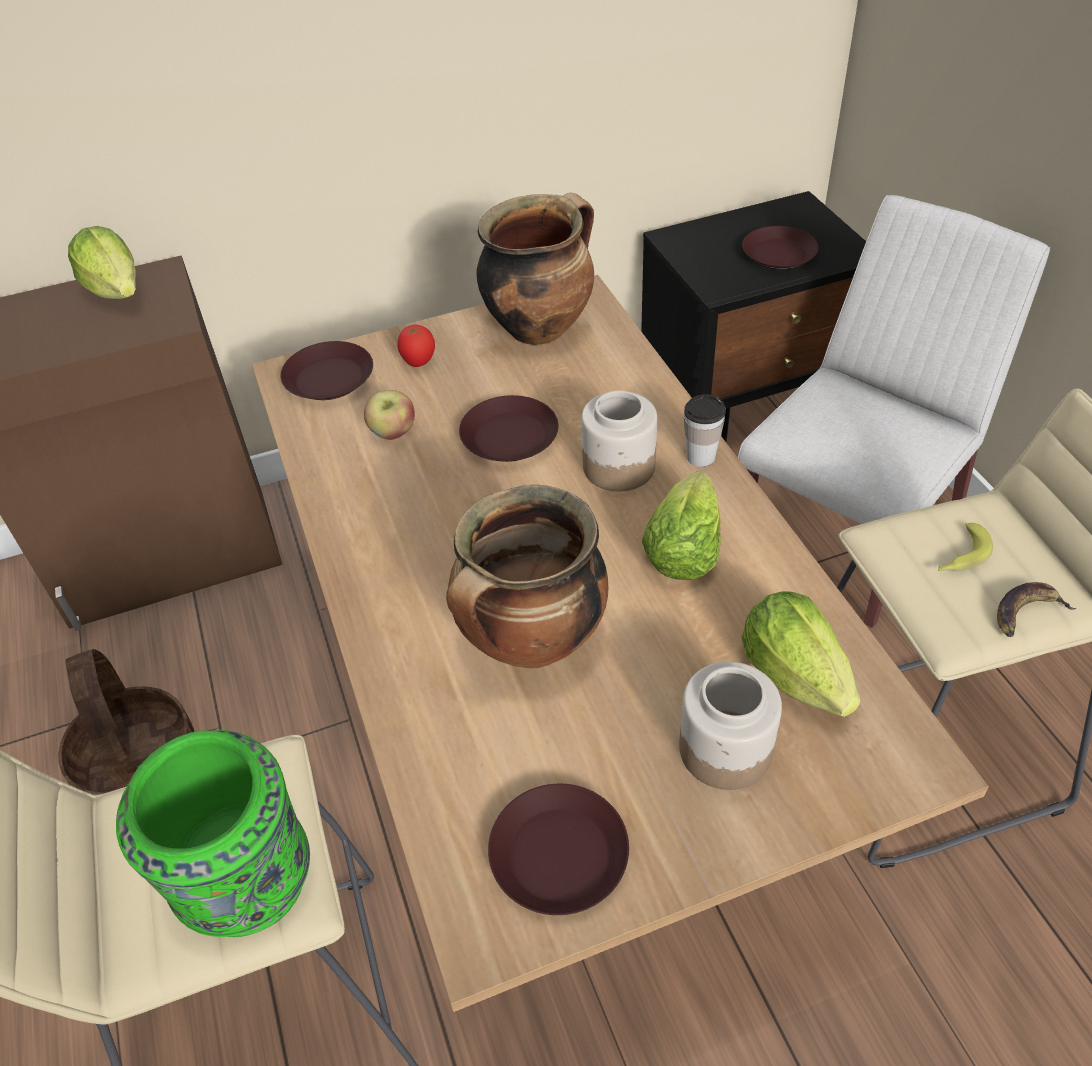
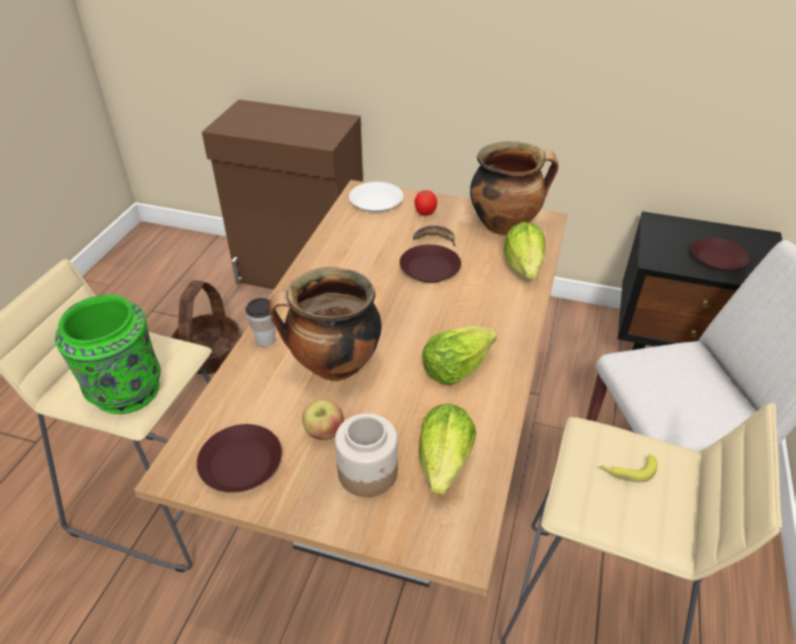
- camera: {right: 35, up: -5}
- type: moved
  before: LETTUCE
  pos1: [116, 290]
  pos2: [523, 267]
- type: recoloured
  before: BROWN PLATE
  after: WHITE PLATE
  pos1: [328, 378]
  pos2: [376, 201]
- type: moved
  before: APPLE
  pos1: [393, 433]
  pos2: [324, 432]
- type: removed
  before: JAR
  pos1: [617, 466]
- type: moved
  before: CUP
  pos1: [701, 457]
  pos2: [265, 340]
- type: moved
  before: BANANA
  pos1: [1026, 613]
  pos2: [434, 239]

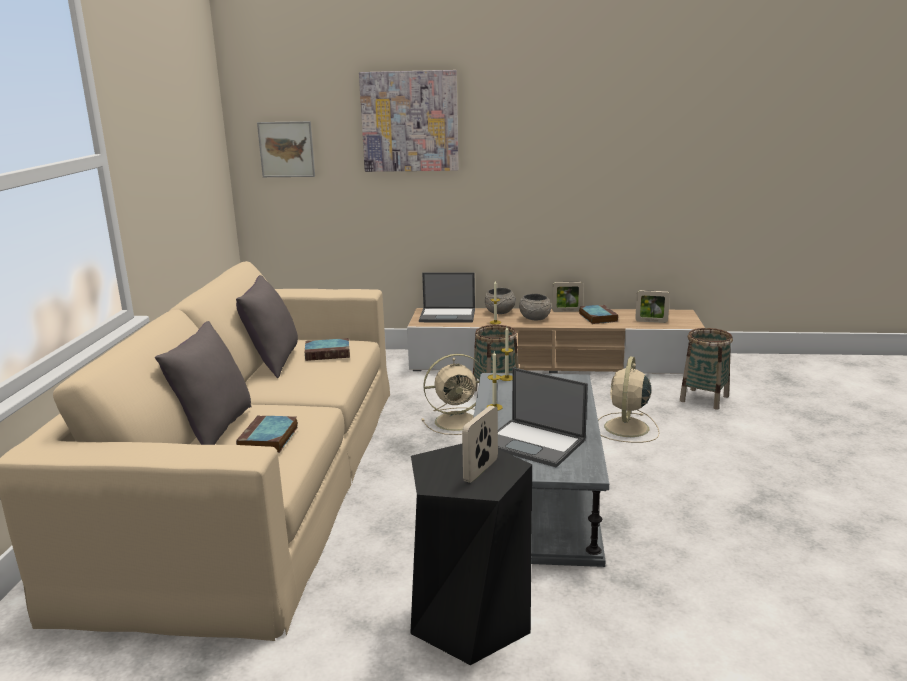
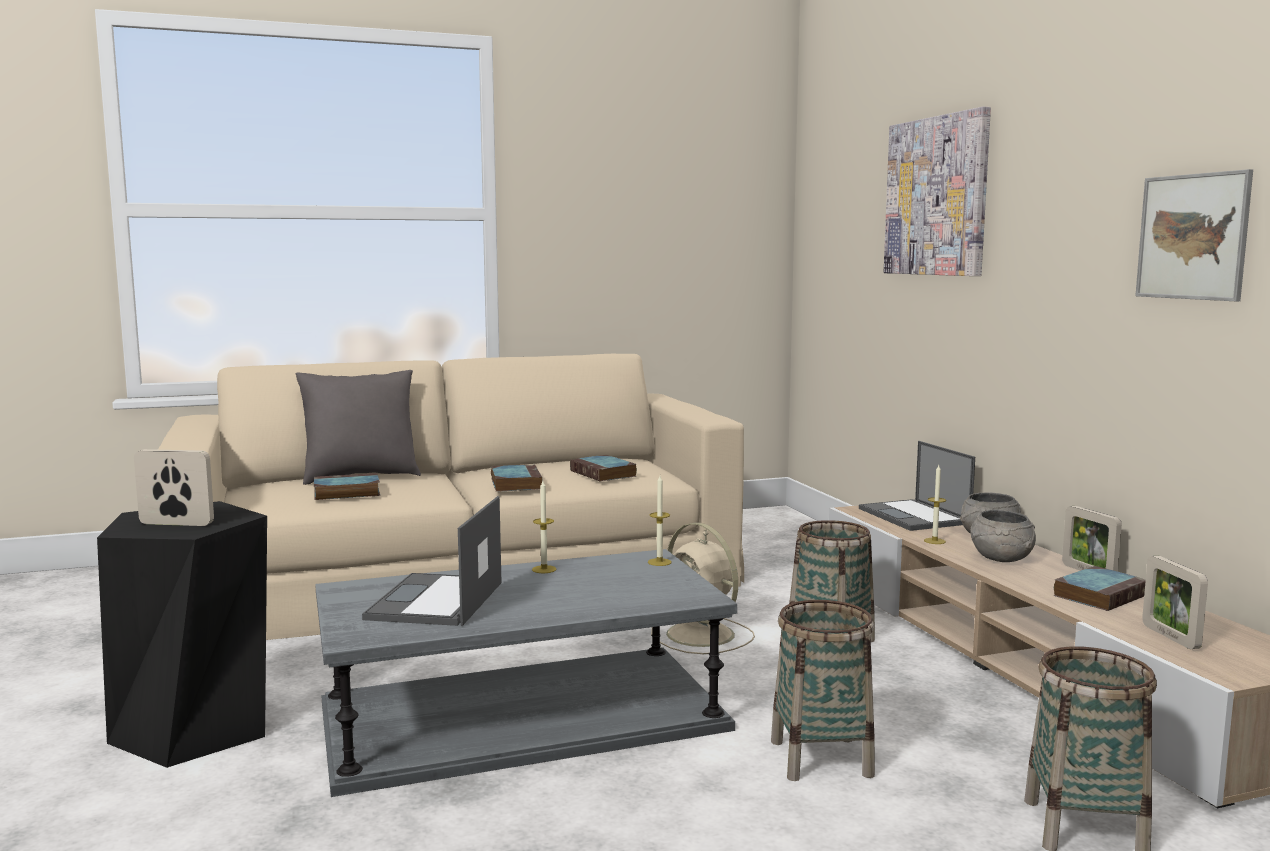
- camera: {right: 65, up: -10}
- type: moved
  before: PICTURE
  pos1: [286, 149]
  pos2: [1192, 237]
- type: removed
  before: GREY PILLOW
  pos1: [272, 362]
- type: replaced
  before: BEIGE FAN
  after: BASKET
  pos1: [626, 428]
  pos2: [820, 758]
- type: added
  after: BOOK
  pos2: [515, 483]

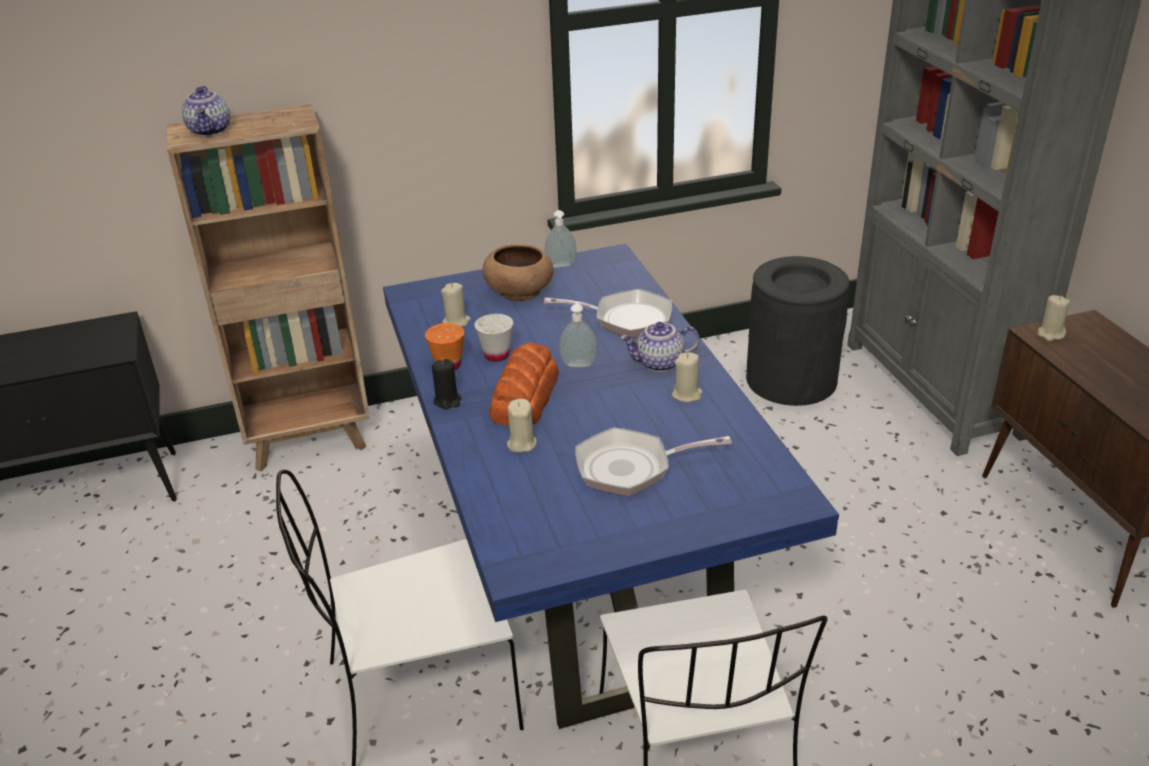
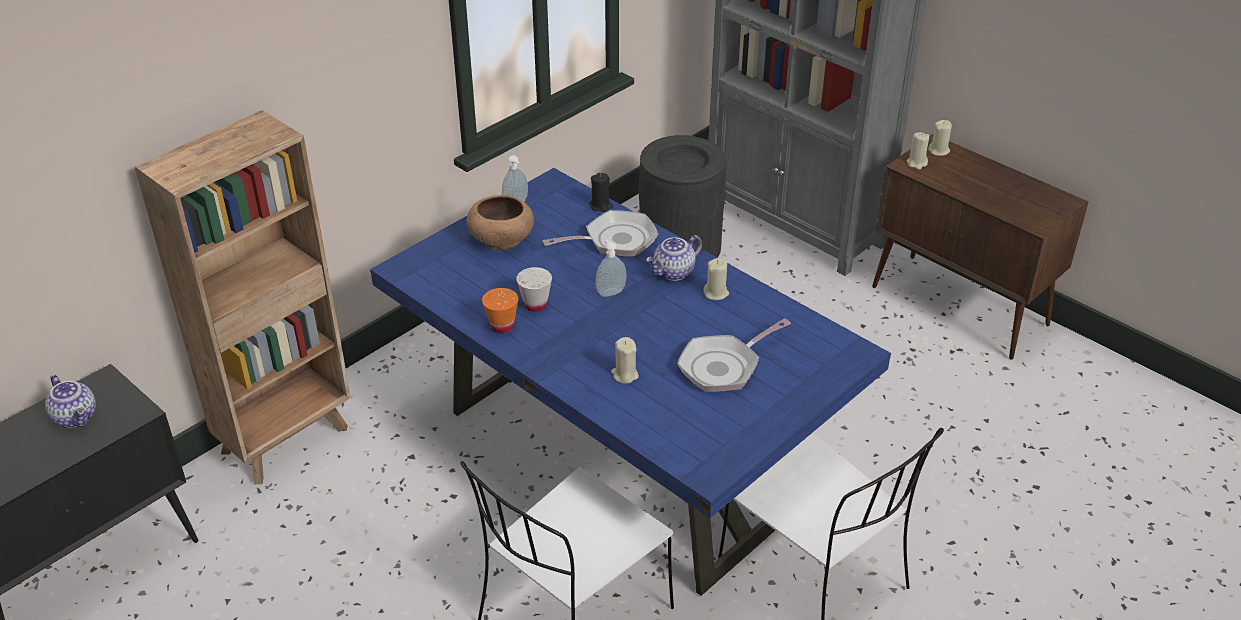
- camera: {right: -30, up: 5}
- type: moved
  before: TEAPOT
  pos1: [211, 131]
  pos2: [77, 417]
- type: moved
  before: BEIGE CANDLE
  pos1: [456, 321]
  pos2: [939, 151]
- type: removed
  before: BREAD
  pos1: [524, 397]
- type: moved
  before: BLACK CANDLE
  pos1: [447, 401]
  pos2: [601, 206]

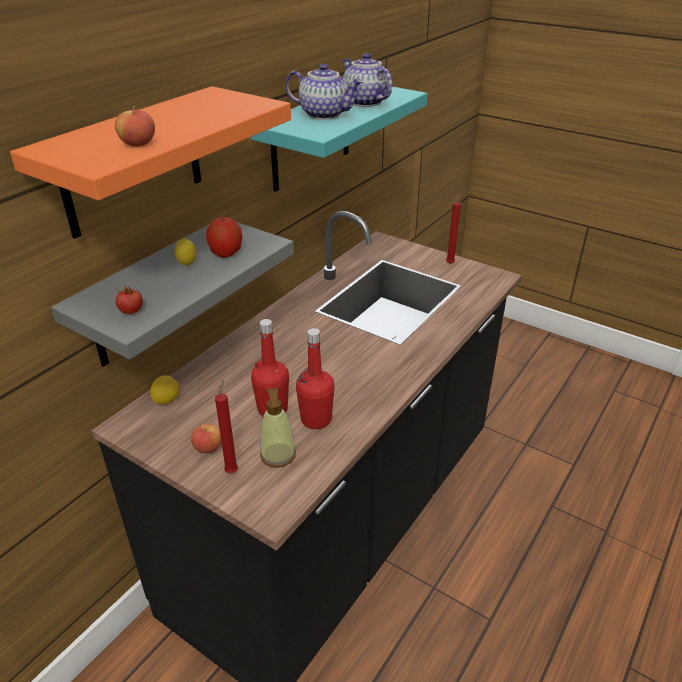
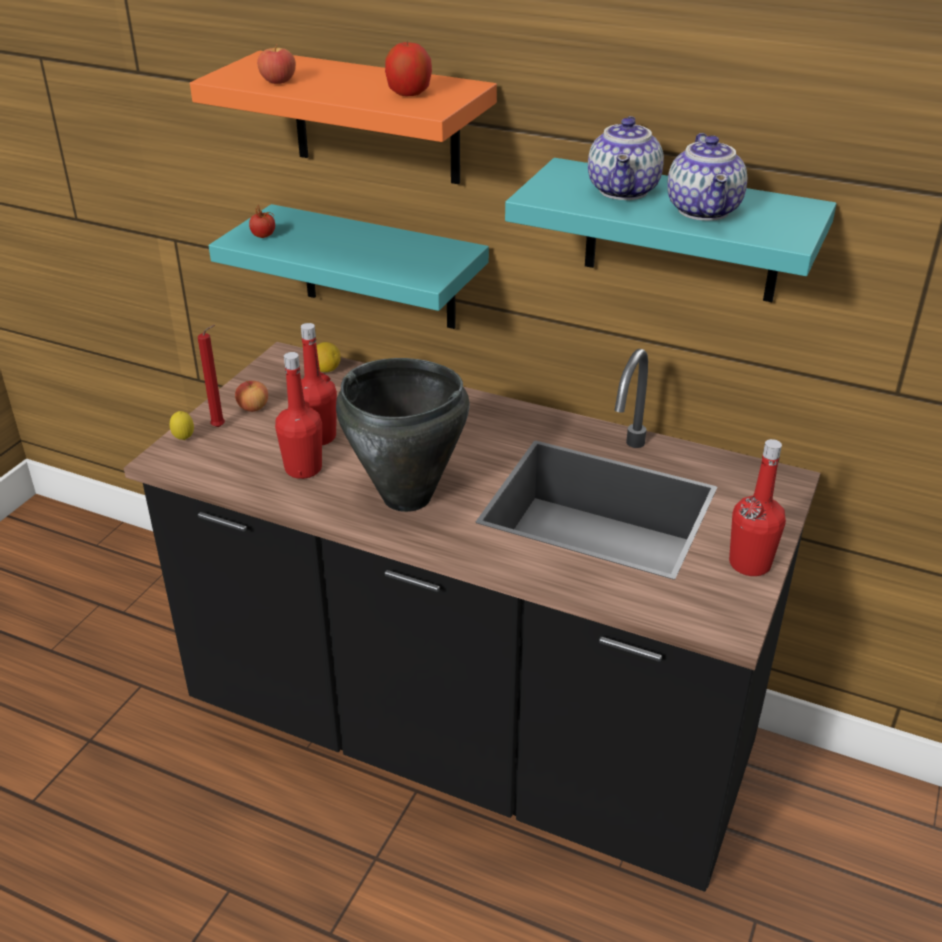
- camera: {right: 80, up: 0}
- type: turned
  before: TEAPOT
  pos1: [364, 102]
  pos2: [705, 211]
  turn: 135
- type: replaced
  before: RED CANDLE
  after: RED BOTTLE
  pos1: [450, 263]
  pos2: [749, 564]
- type: moved
  before: APPLE
  pos1: [226, 253]
  pos2: [409, 94]
- type: recoloured
  before: GREY SHELF
  after: TURQUOISE SHELF
  pos1: [153, 294]
  pos2: [378, 268]
- type: moved
  before: LEMON
  pos1: [187, 265]
  pos2: [184, 439]
- type: removed
  before: SOAP DISPENSER
  pos1: [278, 455]
- type: added
  after: BLACK COOKING POT
  pos2: [407, 497]

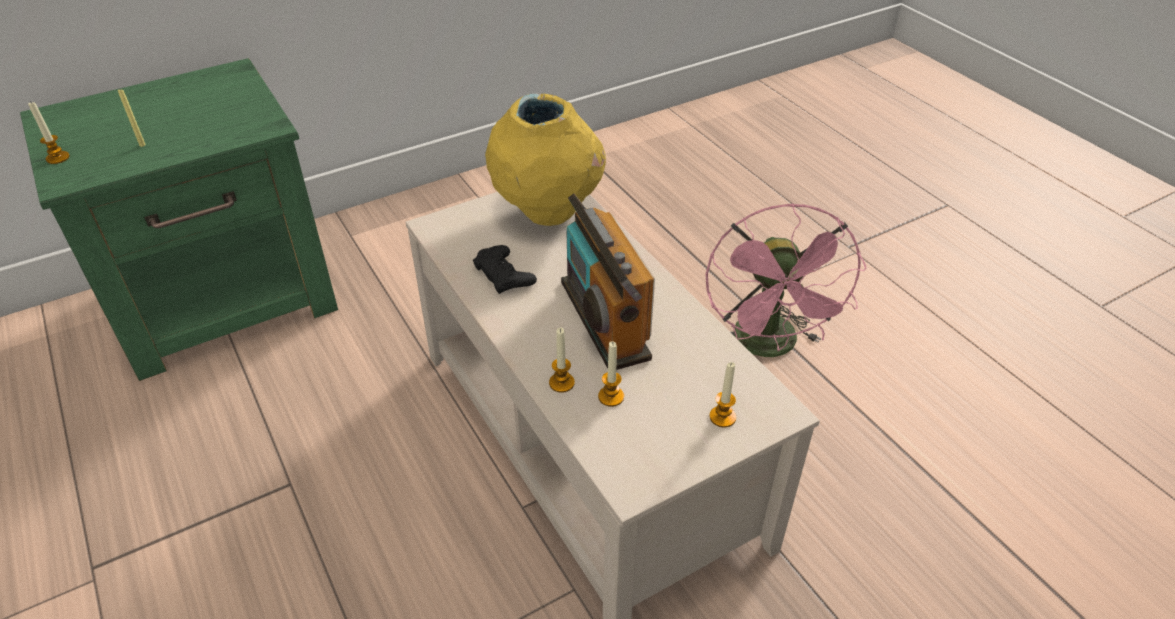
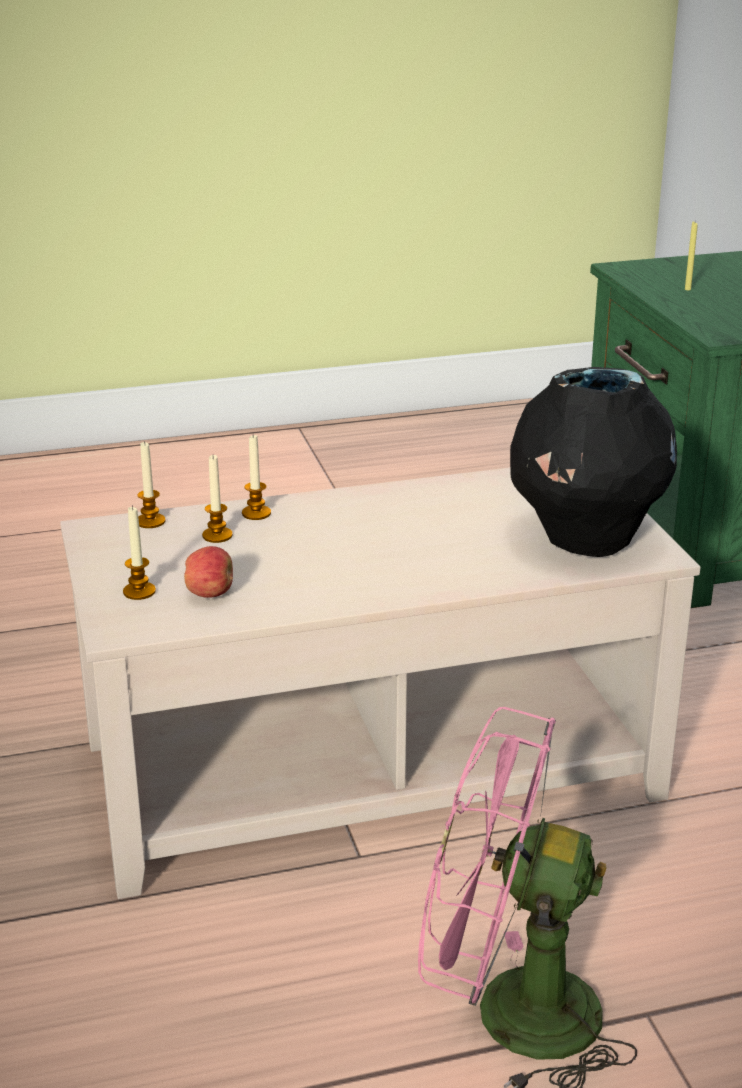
- camera: {right: 105, up: -15}
- type: recoloured
  before: YELLOW VASE
  after: BLACK VASE
  pos1: [548, 212]
  pos2: [585, 540]
- type: moved
  before: CANDLE
  pos1: [58, 158]
  pos2: [150, 521]
- type: removed
  before: RADIO
  pos1: [604, 320]
- type: removed
  before: BLACK GAME CONTROLLER
  pos1: [504, 274]
- type: added
  after: APPLE
  pos2: [210, 593]

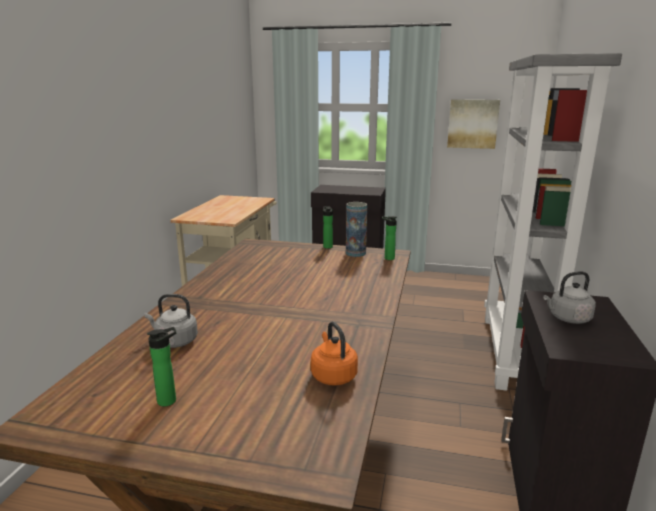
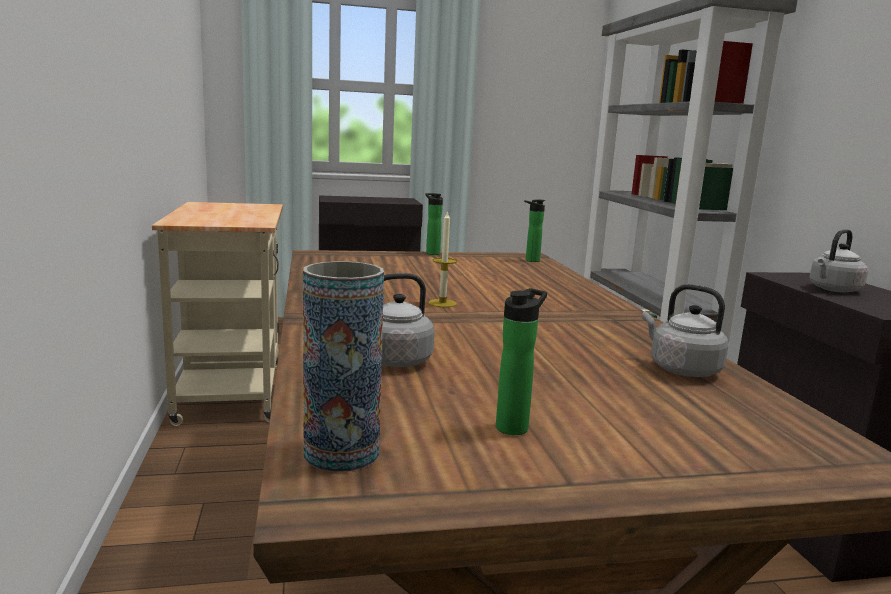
- camera: {right: -25, up: -5}
- type: removed
  before: PICTURE
  pos1: [472, 123]
- type: moved
  before: VASE
  pos1: [355, 253]
  pos2: [341, 453]
- type: recoloured
  before: ORANGE KETTLE
  after: GREY KETTLE
  pos1: [333, 375]
  pos2: [681, 369]
- type: added
  after: CANDLE
  pos2: [442, 303]

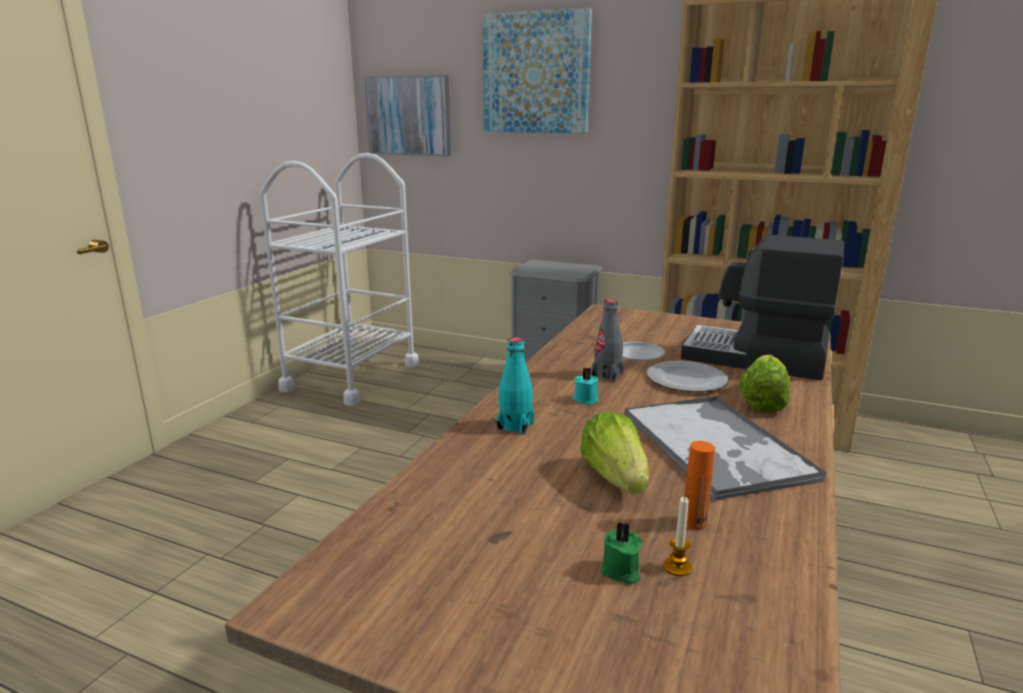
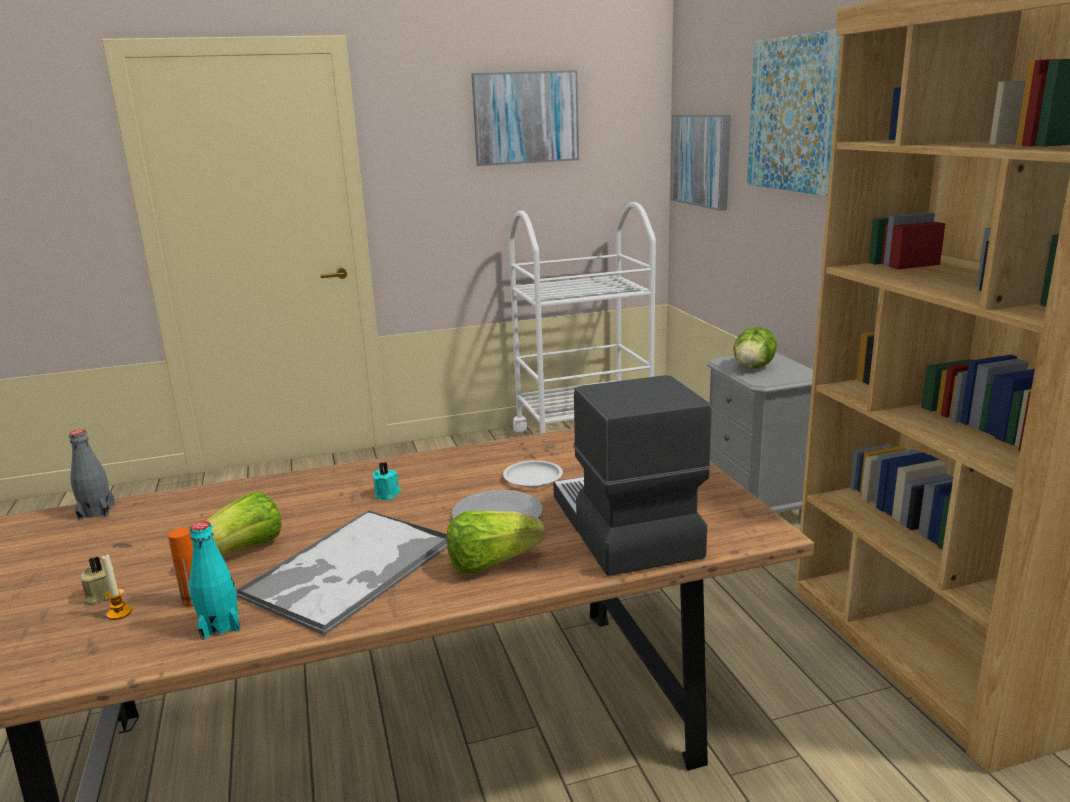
- camera: {right: 50, up: 0}
- type: moved
  before: GREY BOTTLE
  pos1: [607, 375]
  pos2: [96, 512]
- type: moved
  before: TURQUOISE BOTTLE
  pos1: [515, 426]
  pos2: [220, 625]
- type: recoloured
  before: GREEN CANDLE
  after: BEIGE CANDLE
  pos1: [621, 571]
  pos2: [101, 596]
- type: added
  after: PICTURE
  pos2: [525, 118]
- type: added
  after: LETTUCE
  pos2: [753, 367]

